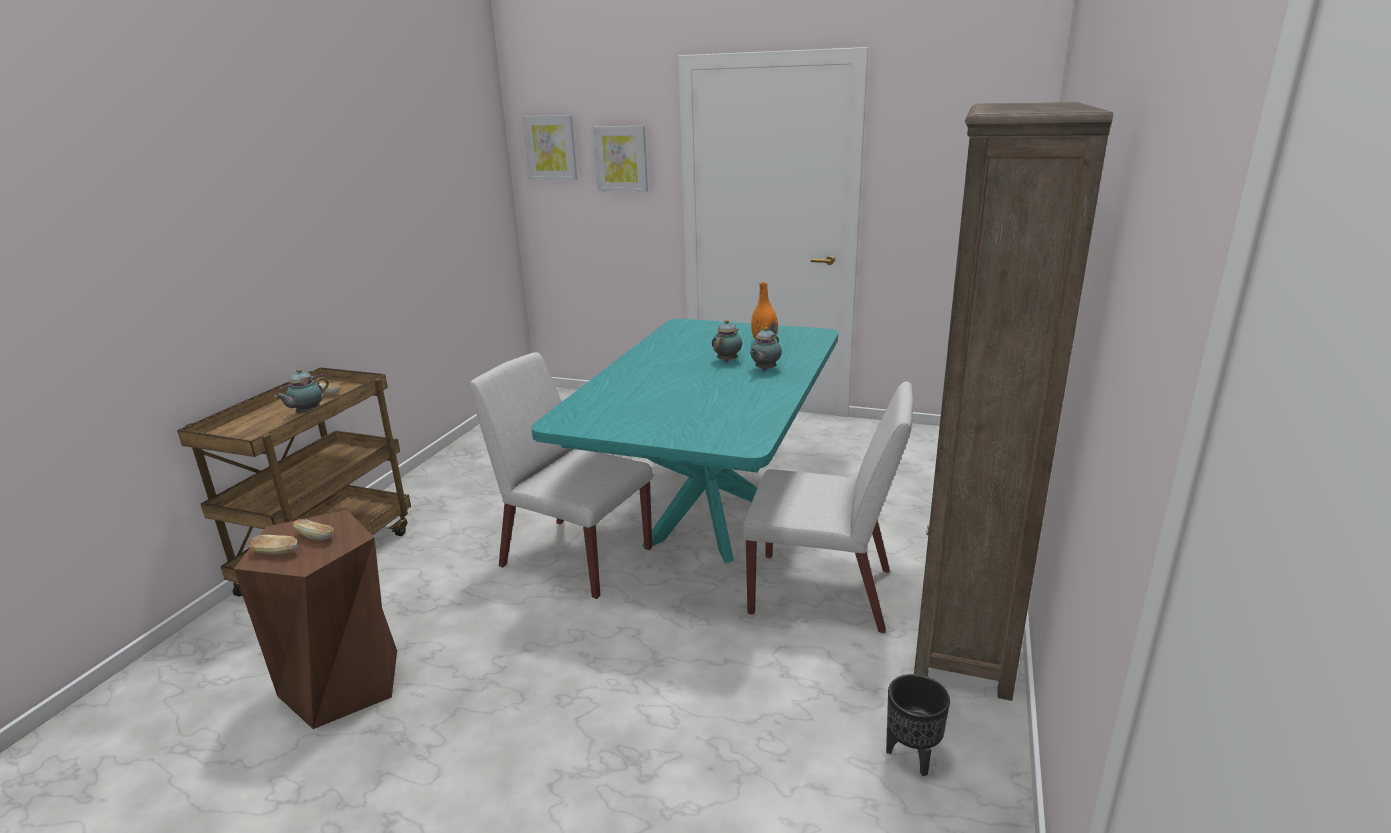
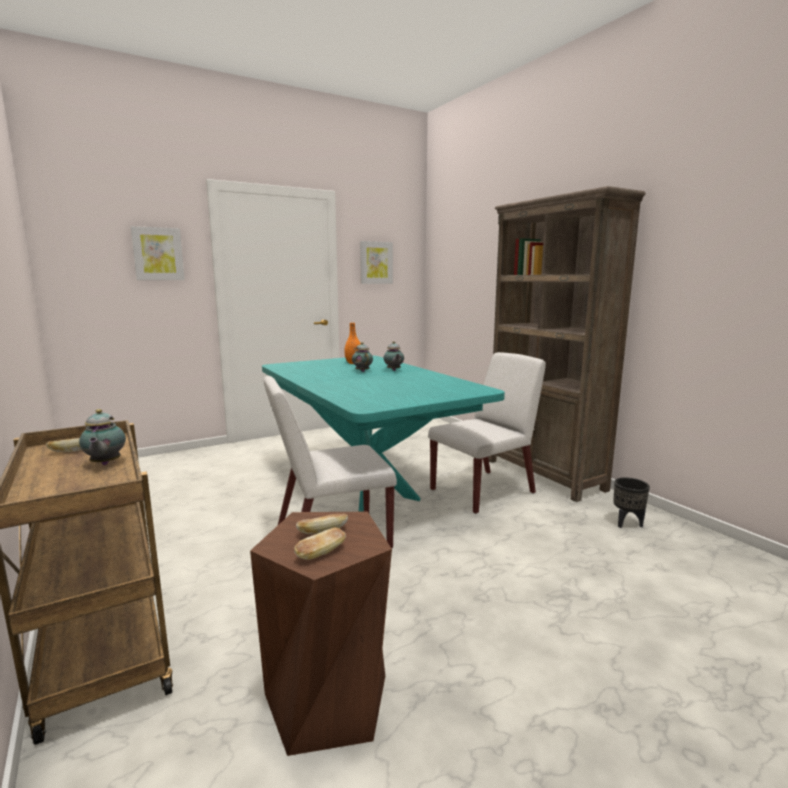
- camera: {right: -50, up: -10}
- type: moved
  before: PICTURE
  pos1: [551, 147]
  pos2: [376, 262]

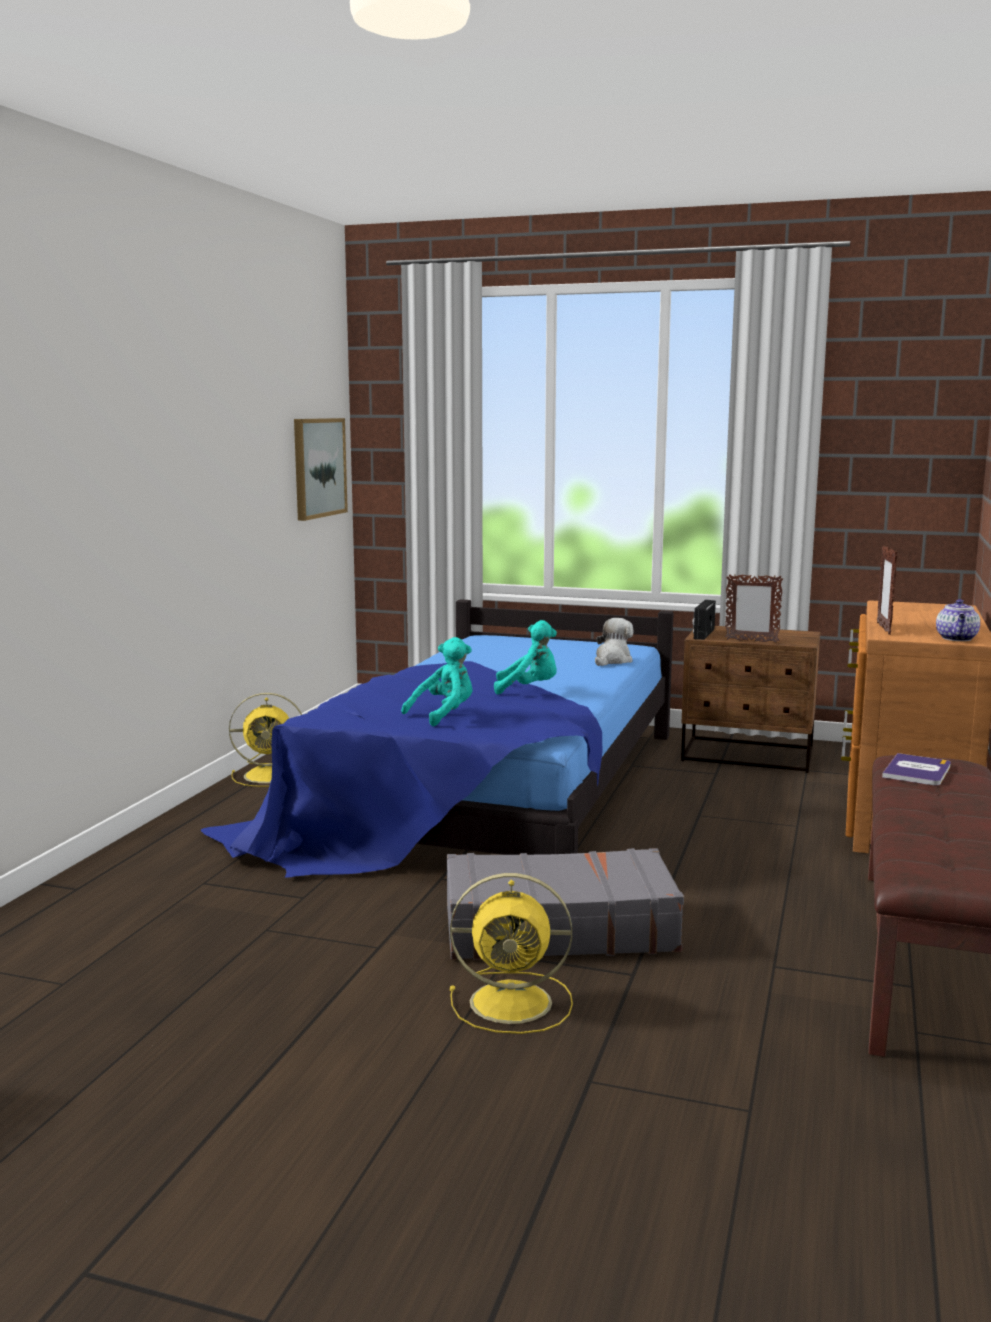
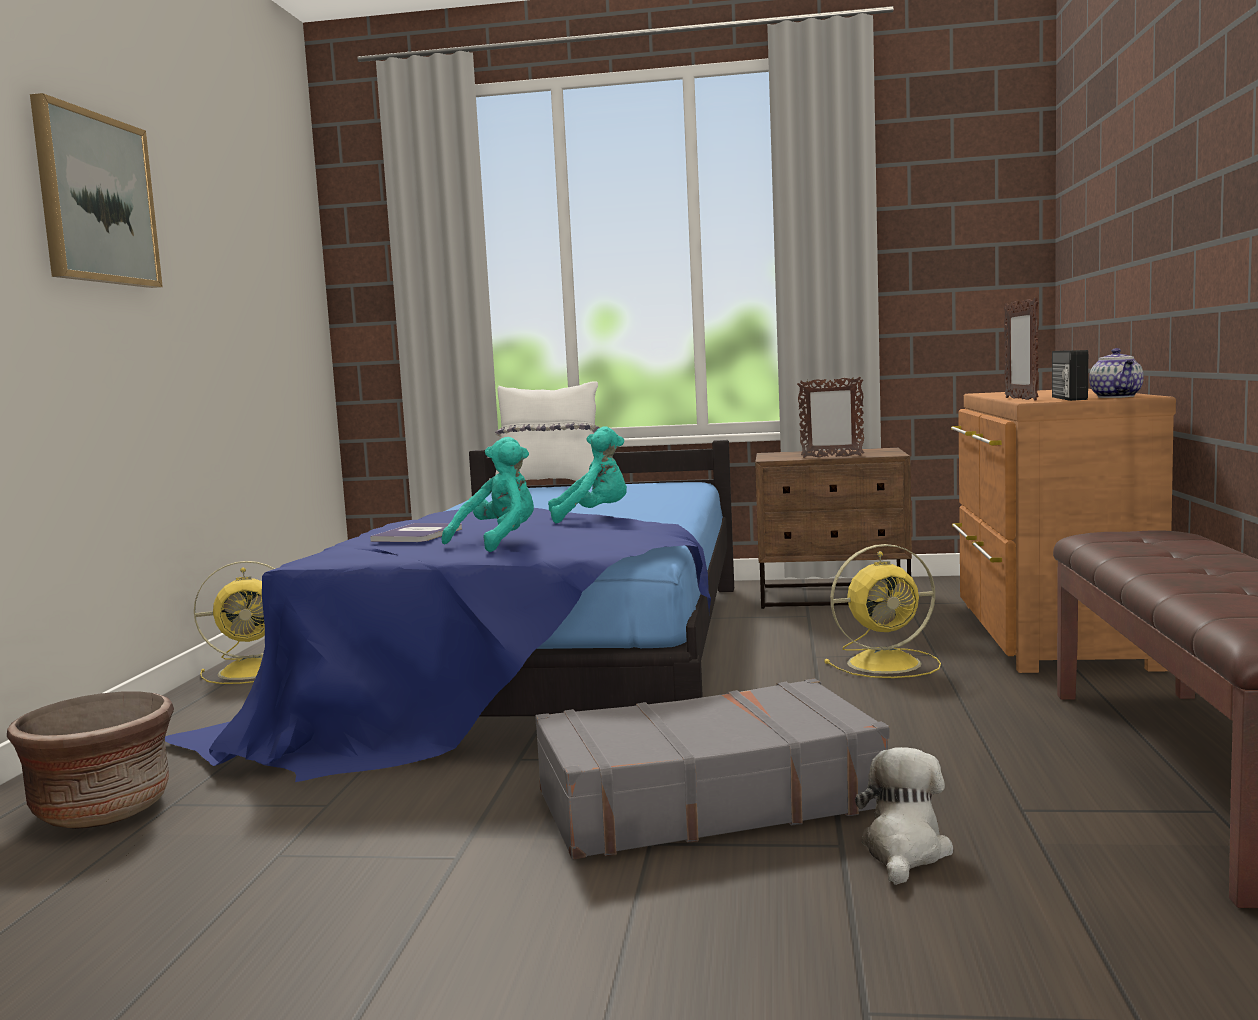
- camera: {right: -10, up: -5}
- type: moved
  before: PICTURE
  pos1: [318, 467]
  pos2: [95, 199]
- type: moved
  before: RADIO
  pos1: [702, 634]
  pos2: [1067, 398]
- type: moved
  before: PLUSH TOY
  pos1: [612, 660]
  pos2: [904, 851]
- type: moved
  before: BOOK
  pos1: [917, 771]
  pos2: [418, 534]
- type: moved
  before: YELLOW FAN
  pos1: [514, 1002]
  pos2: [887, 663]
- type: added
  after: WHITE PILLOW
  pos2: [550, 484]
- type: added
  after: BROWN PLANTER
  pos2: [102, 809]

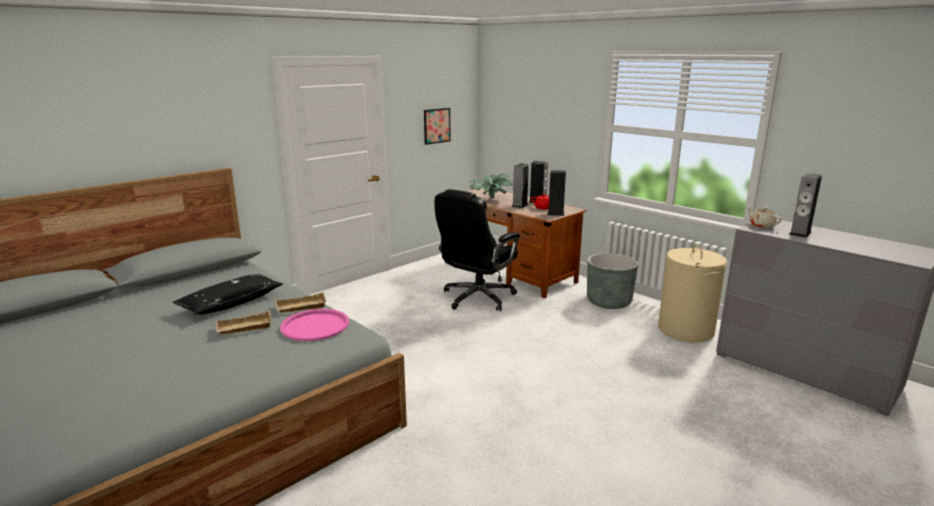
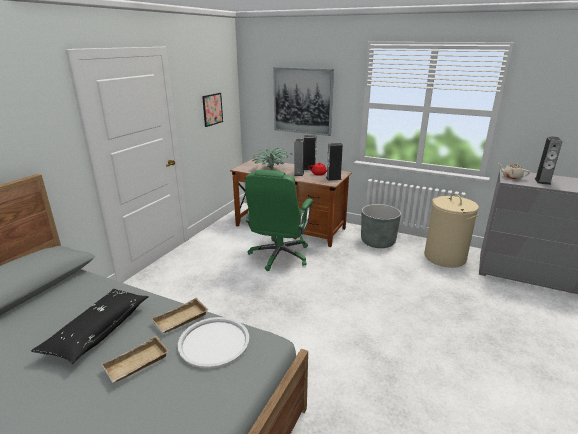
- camera: {right: -20, up: 5}
- type: recoloured
  before: BLACK OFFICE CHAIR
  after: GREEN OFFICE CHAIR
  pos1: [477, 298]
  pos2: [279, 256]
- type: recoloured
  before: PINK TRAY
  after: WHITE TRAY
  pos1: [315, 326]
  pos2: [214, 342]
- type: added
  after: PICTURE
  pos2: [302, 101]

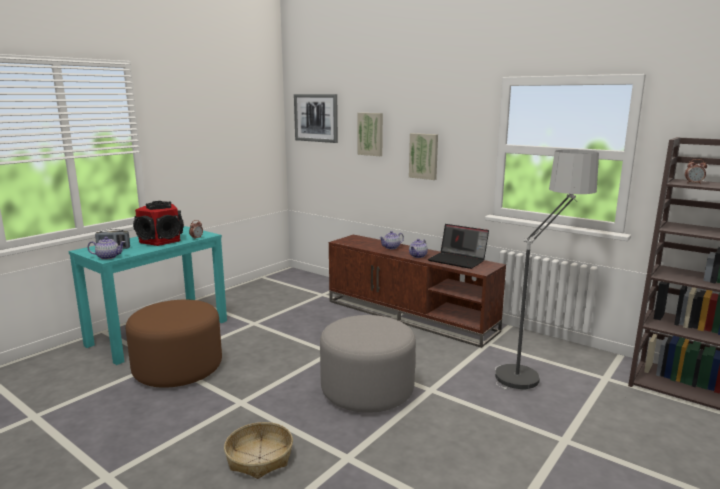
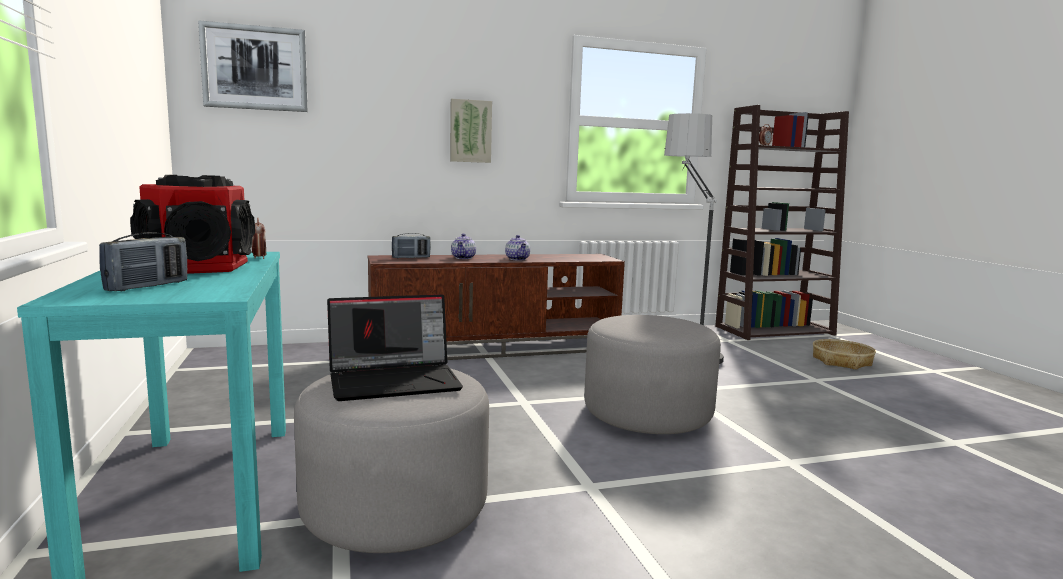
- camera: {right: -55, up: -5}
- type: removed
  before: PICTURE
  pos1: [371, 134]
- type: moved
  before: LAPTOP
  pos1: [458, 260]
  pos2: [396, 380]
- type: removed
  before: TEAPOT
  pos1: [108, 257]
- type: recoloured
  before: BROWN OTTOMAN
  after: GREY OTTOMAN
  pos1: [178, 368]
  pos2: [395, 508]
- type: moved
  before: BASKET
  pos1: [259, 458]
  pos2: [842, 361]
- type: added
  after: RADIO
  pos2: [411, 258]

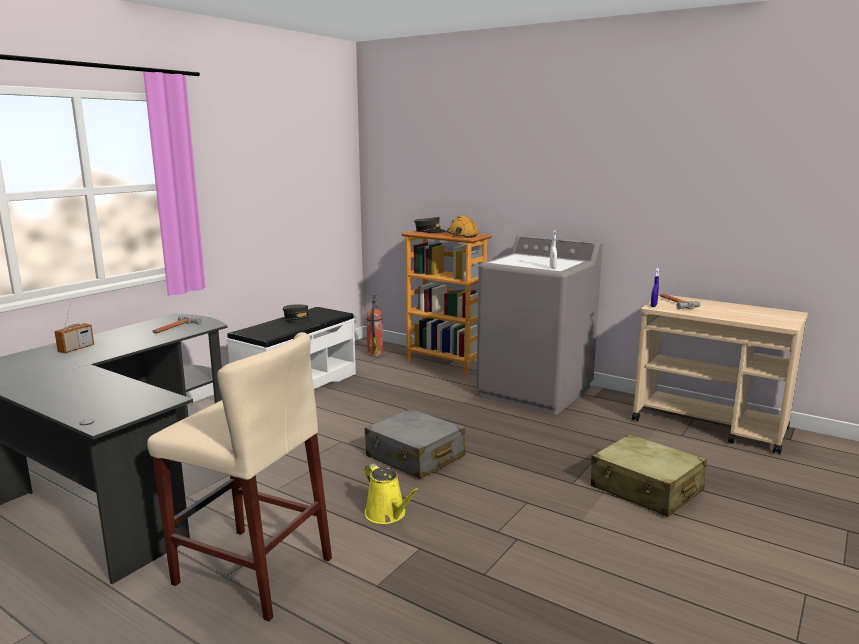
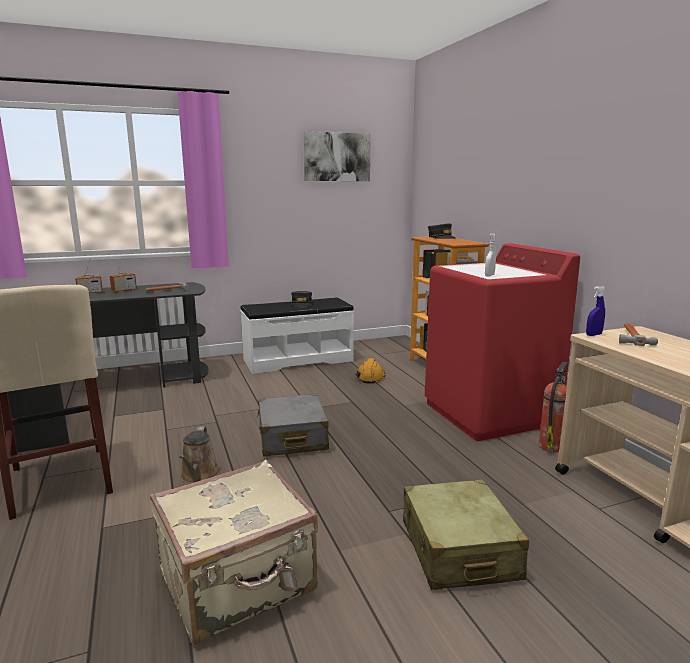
- camera: {right: 35, up: 0}
- type: moved
  before: ORANGE HARD HAT
  pos1: [462, 235]
  pos2: [370, 377]
- type: recoloured
  before: GREY WASHING MACHINE
  after: RED WASHING MACHINE
  pos1: [535, 391]
  pos2: [489, 414]
- type: moved
  before: FIRE EXTINGUISHER
  pos1: [375, 353]
  pos2: [551, 446]
- type: recoloured
  before: YELLOW WATERING CAN
  after: BROWN WATERING CAN
  pos1: [387, 514]
  pos2: [199, 476]
- type: added
  after: PICTURE
  pos2: [337, 157]
- type: added
  after: RADIO
  pos2: [124, 290]
- type: added
  after: BEIGE SUITCASE
  pos2: [238, 583]

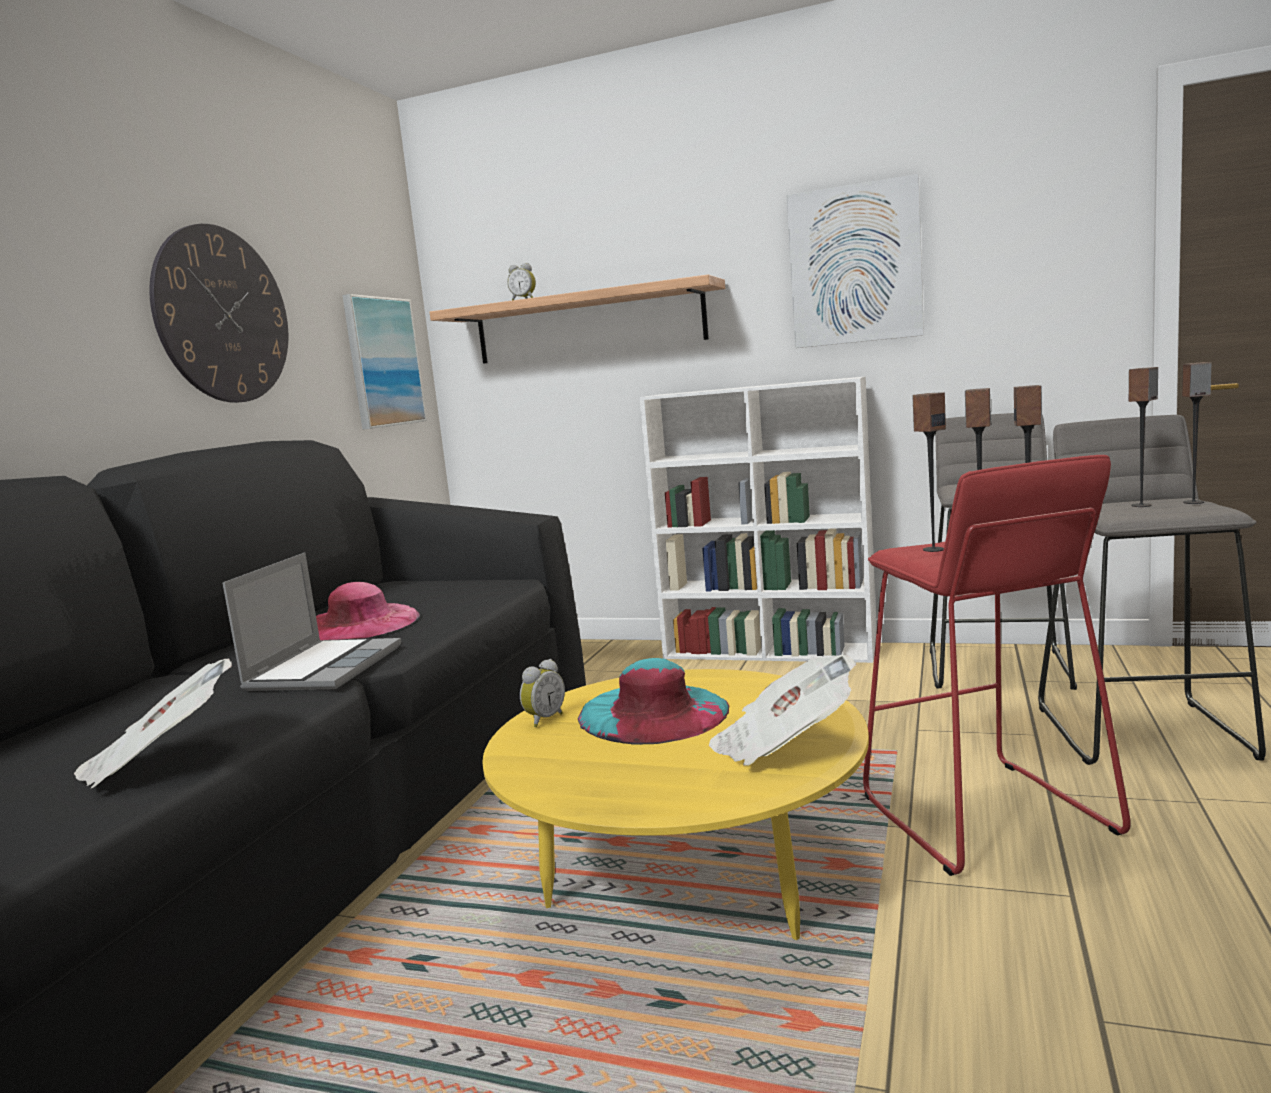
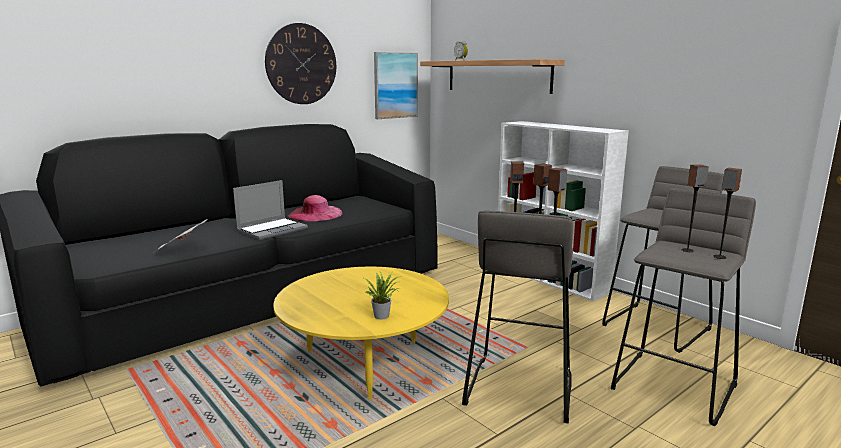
- camera: {right: 30, up: 5}
- type: removed
  before: PICTURE
  pos1: [855, 265]
- type: recoloured
  before: RED STOOL
  after: GREY STOOL
  pos1: [984, 815]
  pos2: [518, 389]
- type: replaced
  before: NEWSPAPER
  after: POTTED PLANT
  pos1: [782, 746]
  pos2: [383, 315]
- type: removed
  before: TURQUOISE HAT
  pos1: [653, 713]
- type: removed
  before: ALARM CLOCK
  pos1: [543, 719]

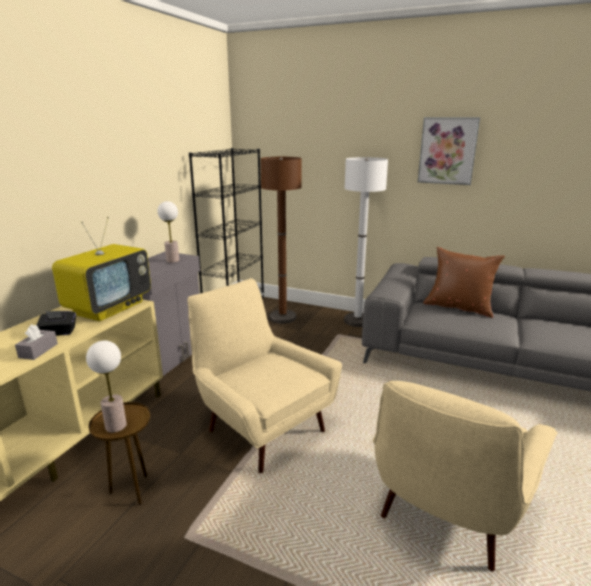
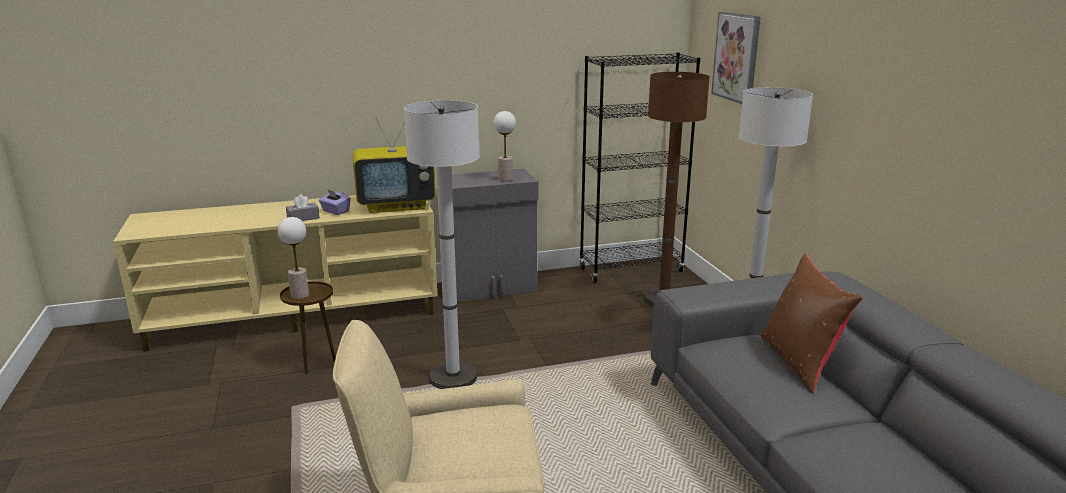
- camera: {right: 50, up: 0}
- type: moved
  before: PICTURE
  pos1: [447, 151]
  pos2: [736, 57]
- type: replaced
  before: BEIGE ARMCHAIR
  after: WHITE FLOOR LAMP
  pos1: [262, 427]
  pos2: [453, 378]
- type: recoloured
  before: BLACK TISSUE BOX
  after: PURPLE TISSUE BOX
  pos1: [59, 332]
  pos2: [335, 211]

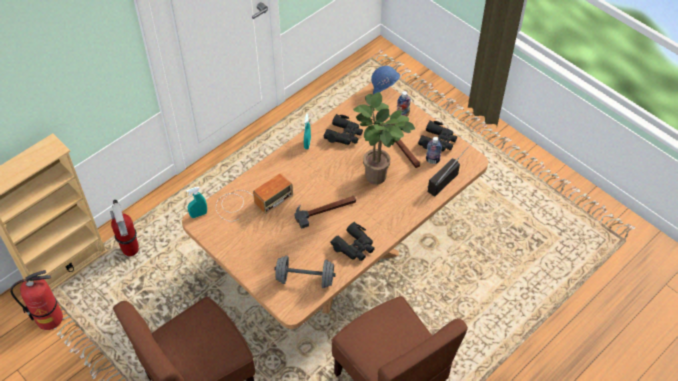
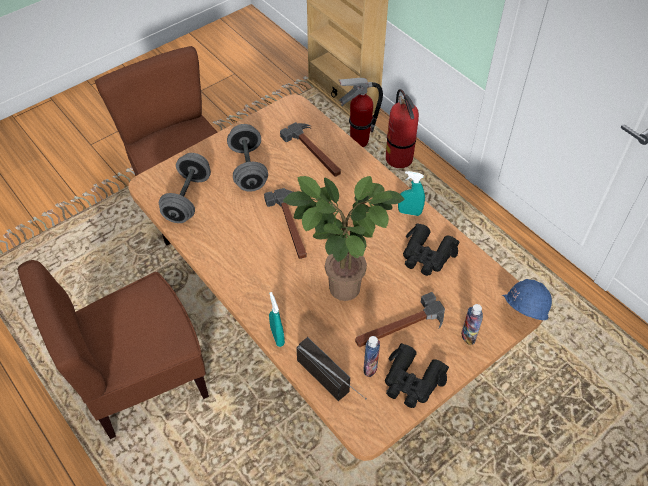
- camera: {right: 95, up: 0}
- type: replaced
  before: RADIO
  after: HAMMER
  pos1: [250, 202]
  pos2: [314, 152]
- type: moved
  before: TURQUOISE SPRAY BOTTLE
  pos1: [198, 214]
  pos2: [277, 336]
- type: removed
  before: BLACK BINOCULARS
  pos1: [354, 246]
- type: moved
  before: FIRE EXTINGUISHER
  pos1: [50, 318]
  pos2: [399, 159]
- type: added
  after: GREY DUMBBELL
  pos2: [248, 169]

